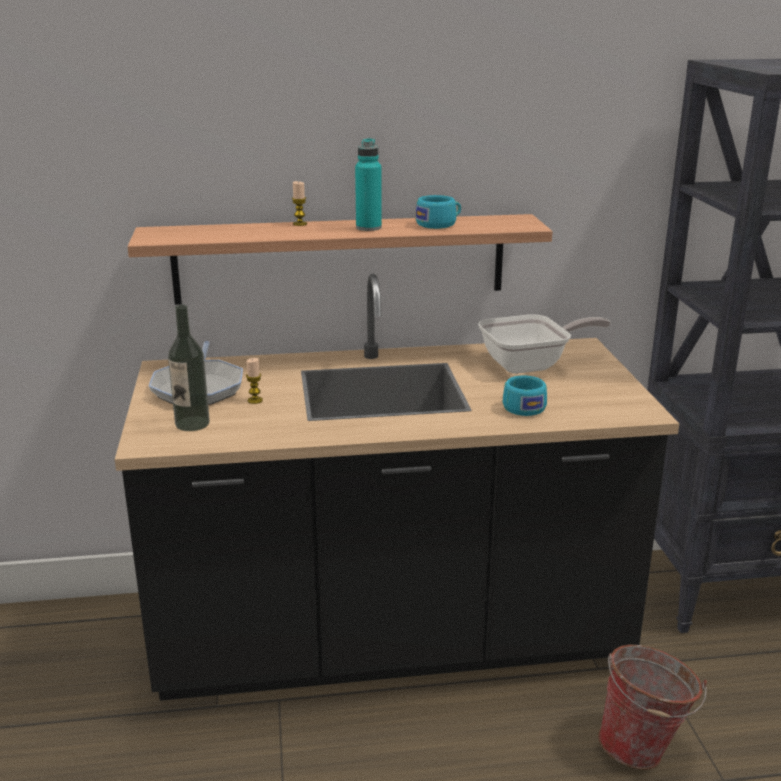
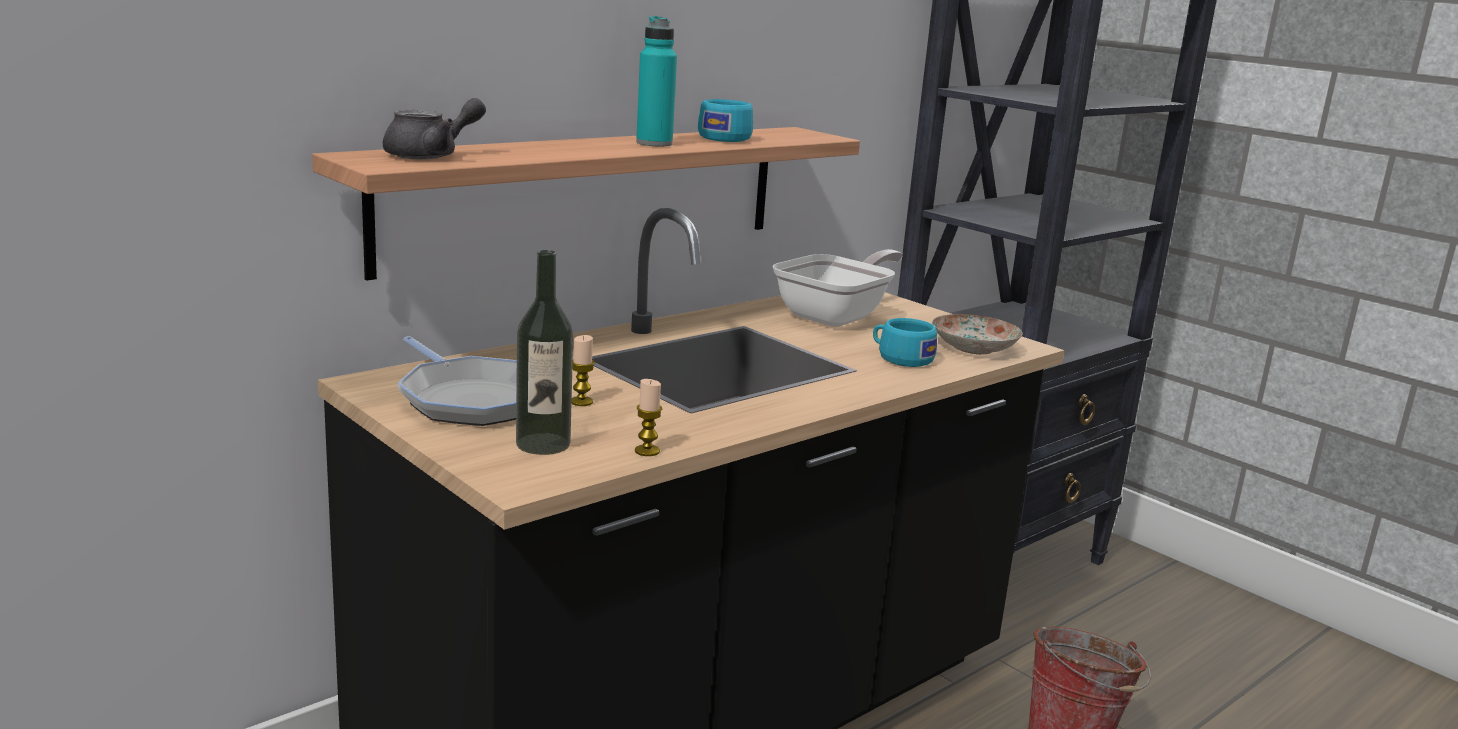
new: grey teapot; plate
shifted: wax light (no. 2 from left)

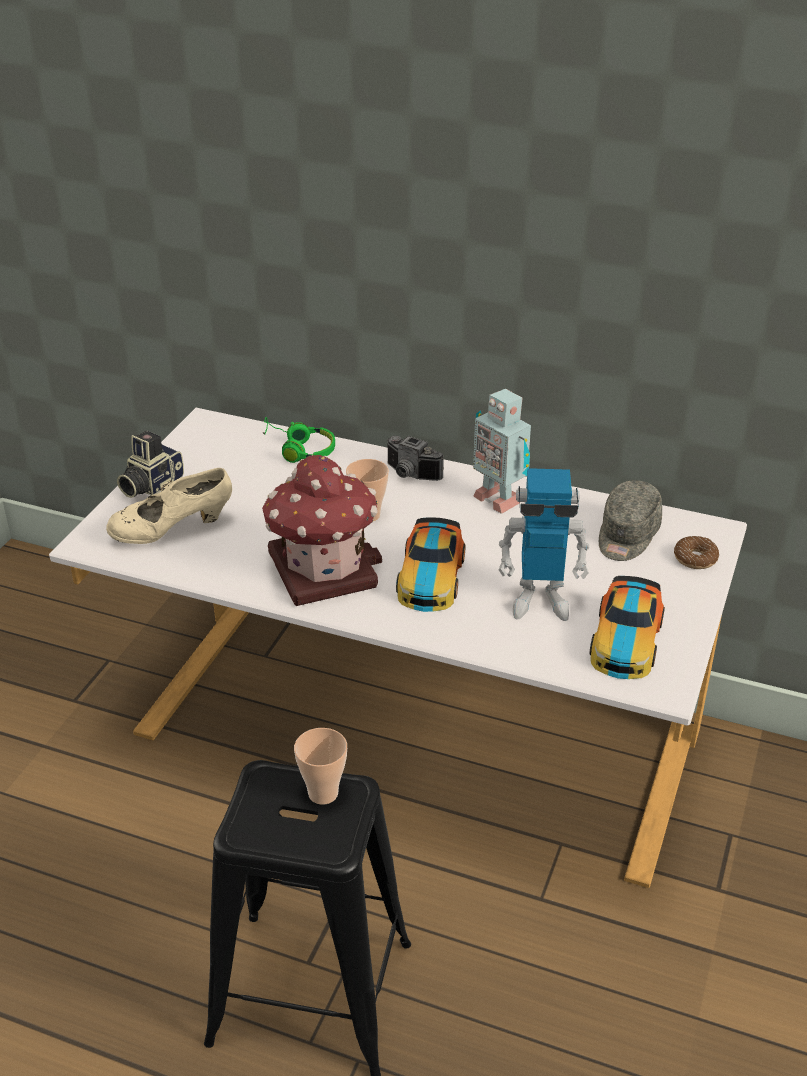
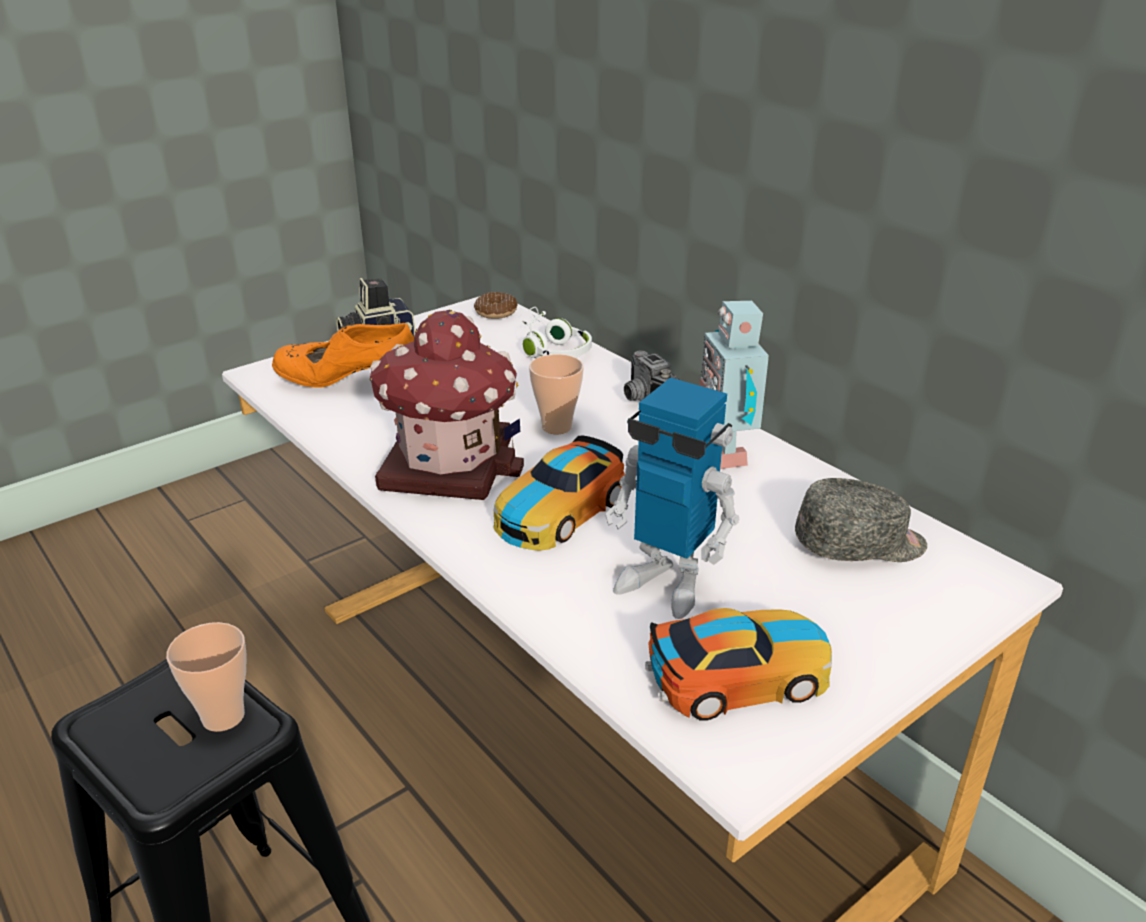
shifted: donut
repainted: beige-coloured item of footwear to orangey item of footwear; green headset to white headset
rotated: miniature car (no. 2 from left) 150 degrees counterclockwise; grey baseball cap 150 degrees counterclockwise

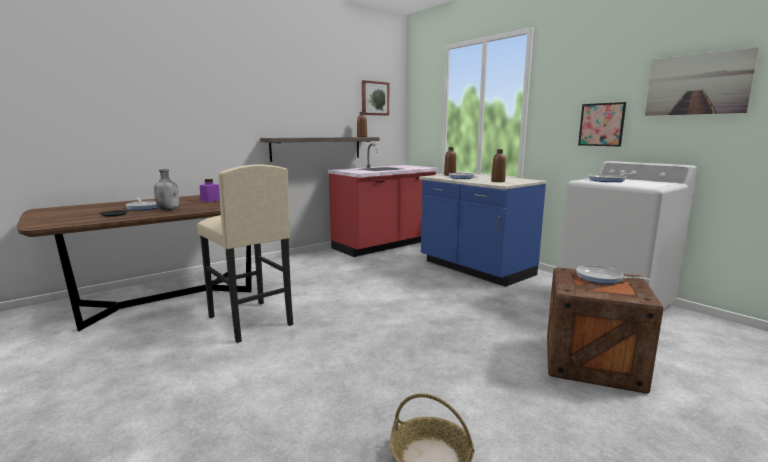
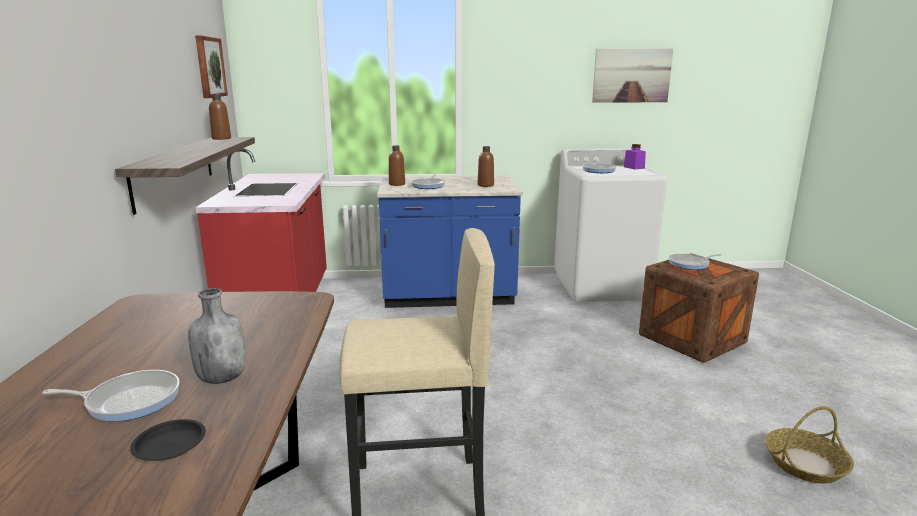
gone: wall art (no. 2 from left)
shifted: purple-coloured preserve jar

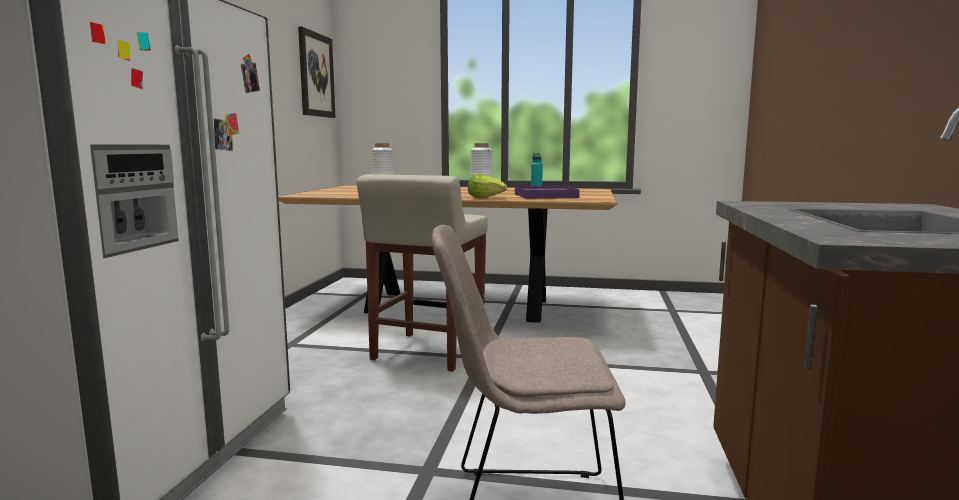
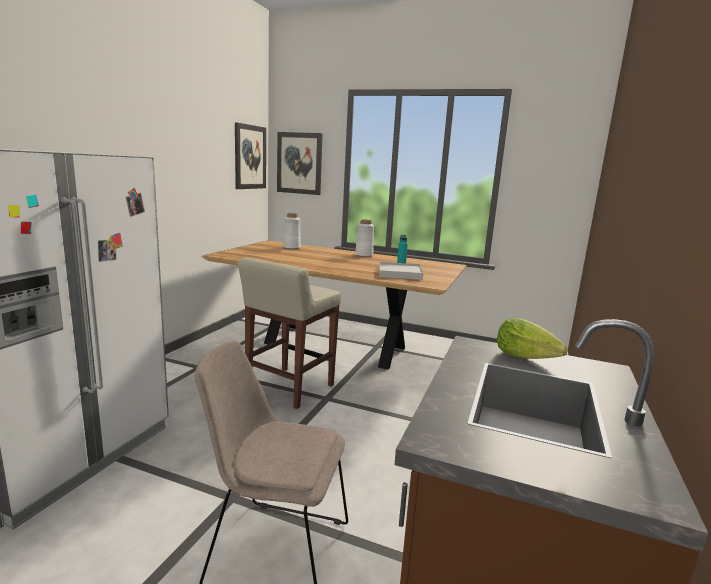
new: wall art (no. 2 from left)
shifted: lettuce head
repainted: purple-coloured carrying tray to white carrying tray

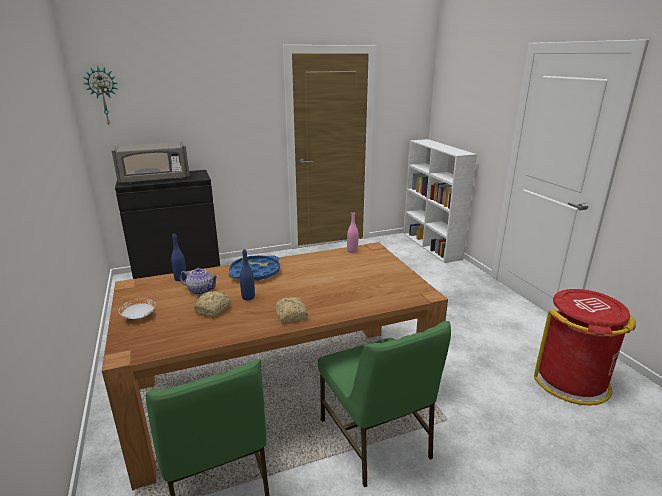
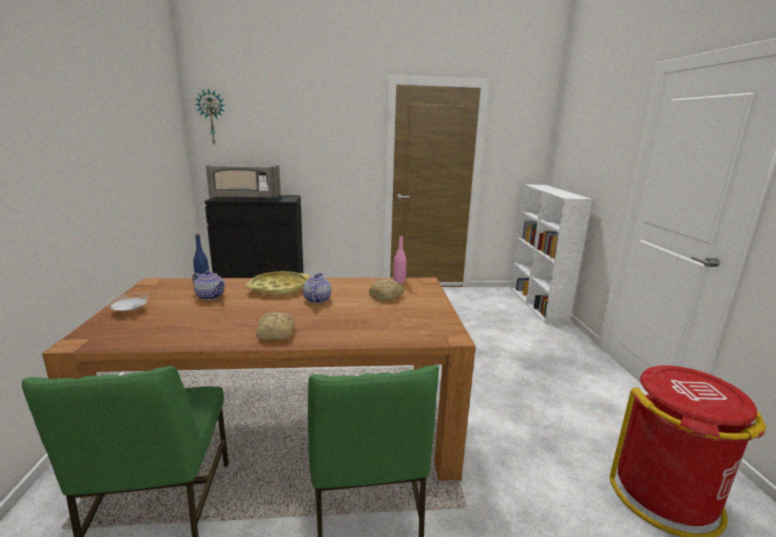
gone: bluish drink bottle (no. 2 from left)
new: teapot (no. 2 from left)
shifted: bread (no. 1 from left in the first image) to bread (no. 2 from left)
repainted: bluish carrying tray to yellow carrying tray

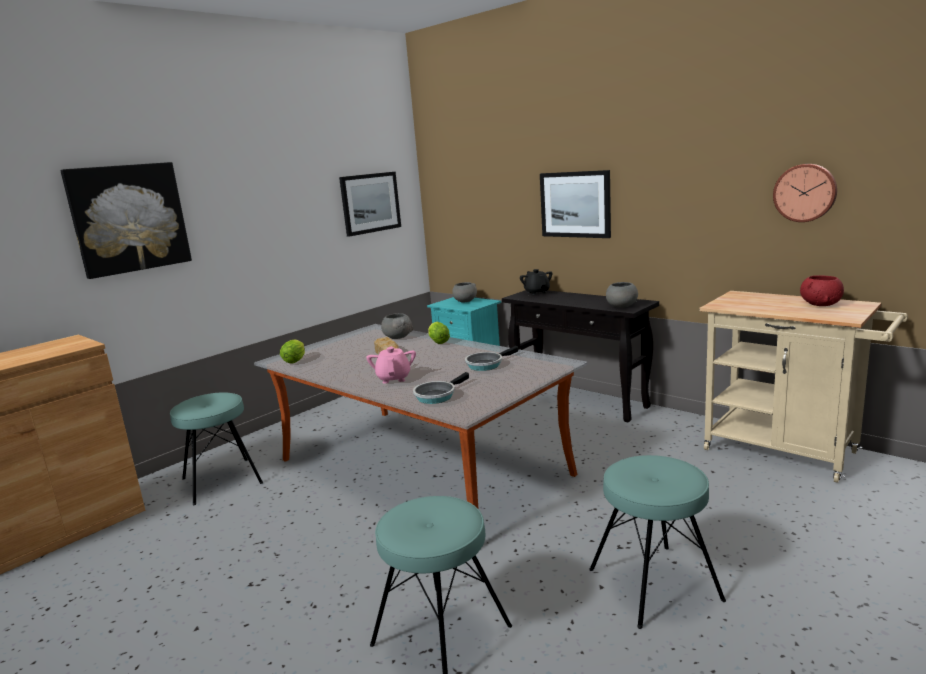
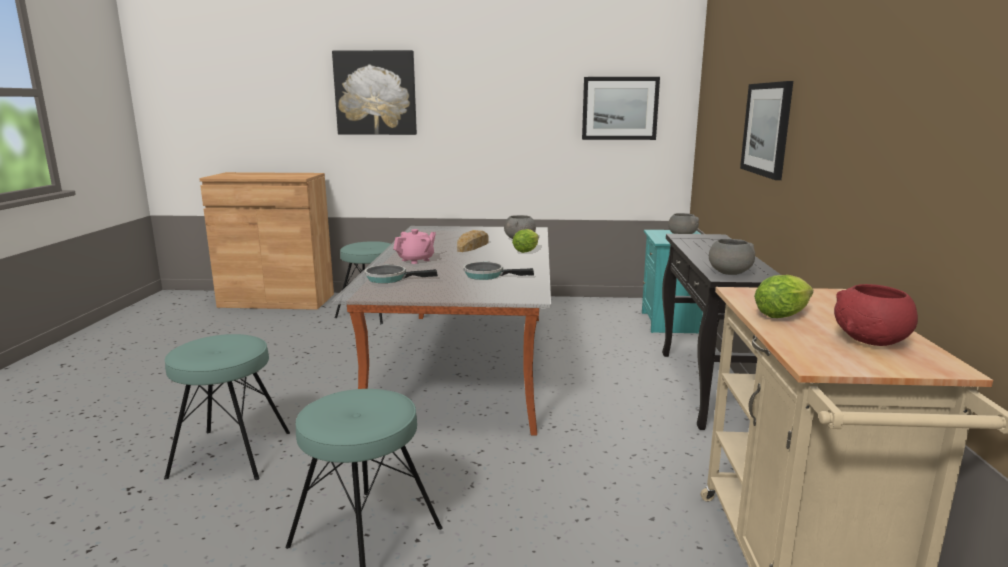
gone: black teapot; wall clock
shifted: lettuce head (no. 1 from left in the first image) to lettuce head (no. 2 from left)

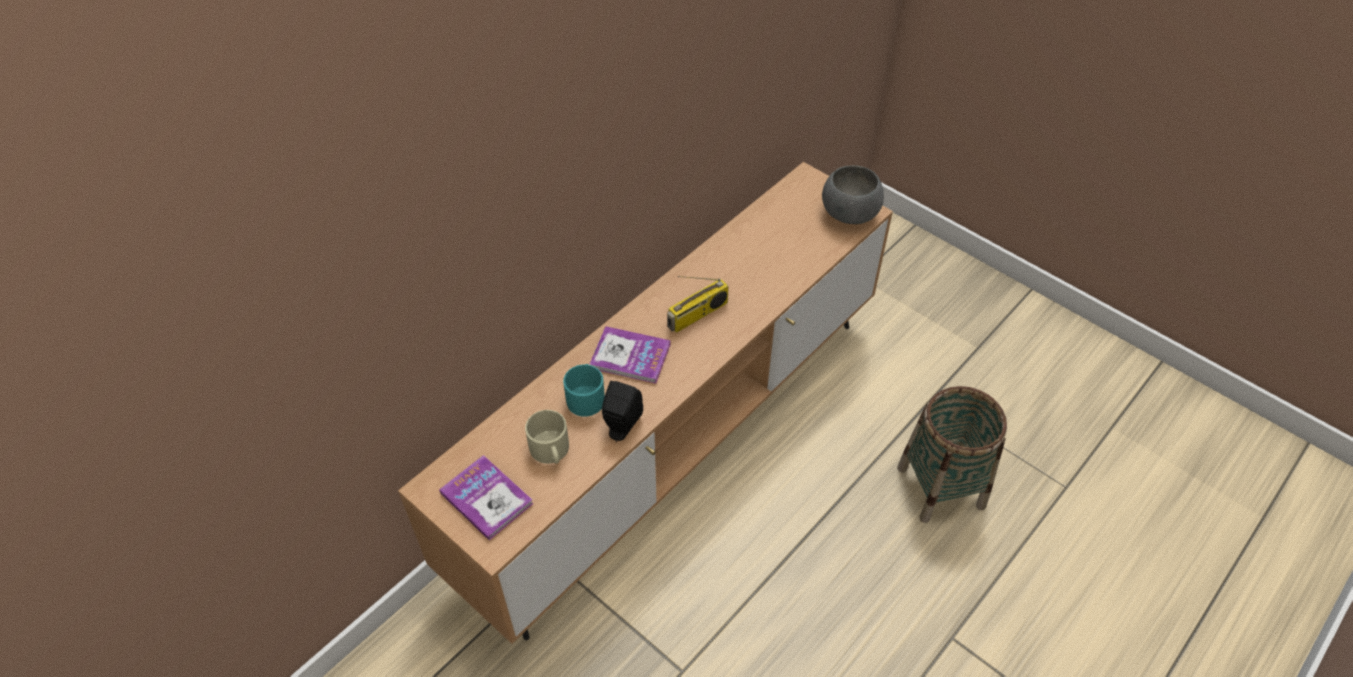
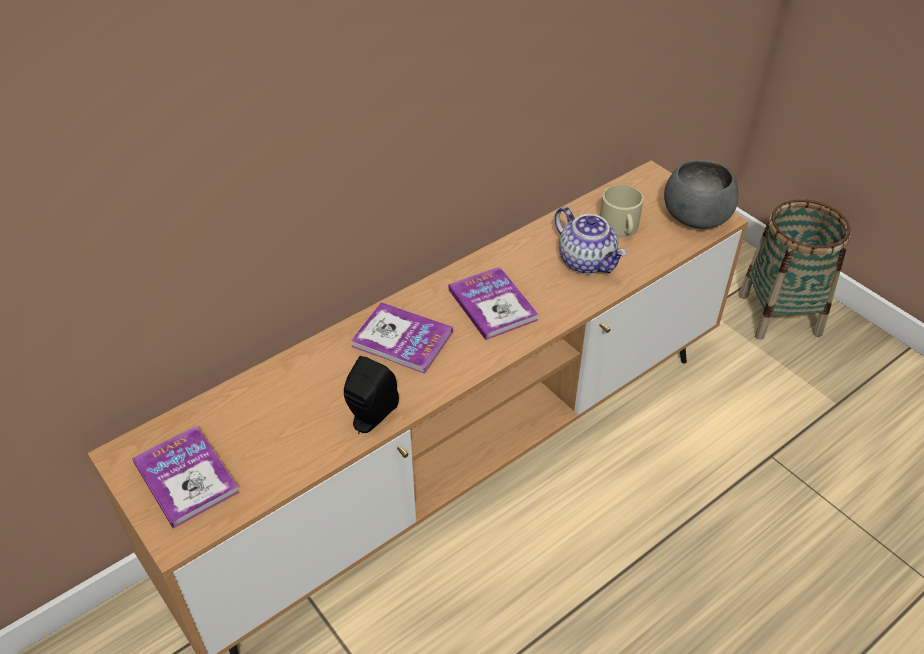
gone: blue-green tea mug
new: teapot
shifted: beige-coloured tea mug; storage basket
swapped: radio set to book (no. 3 from left)

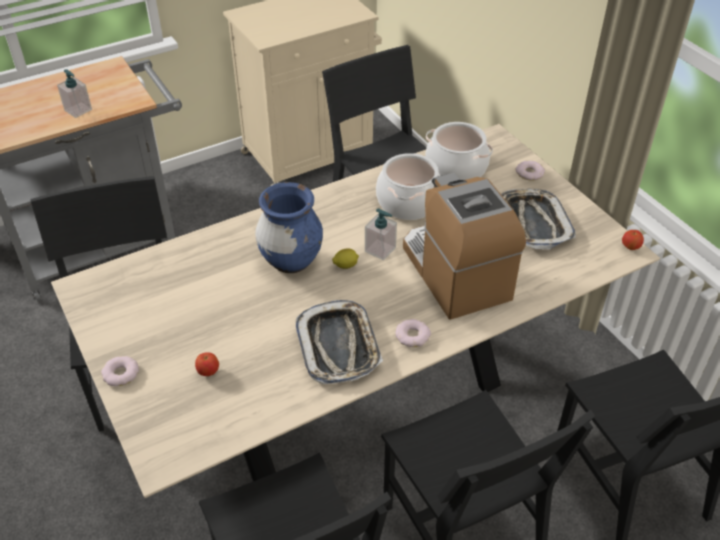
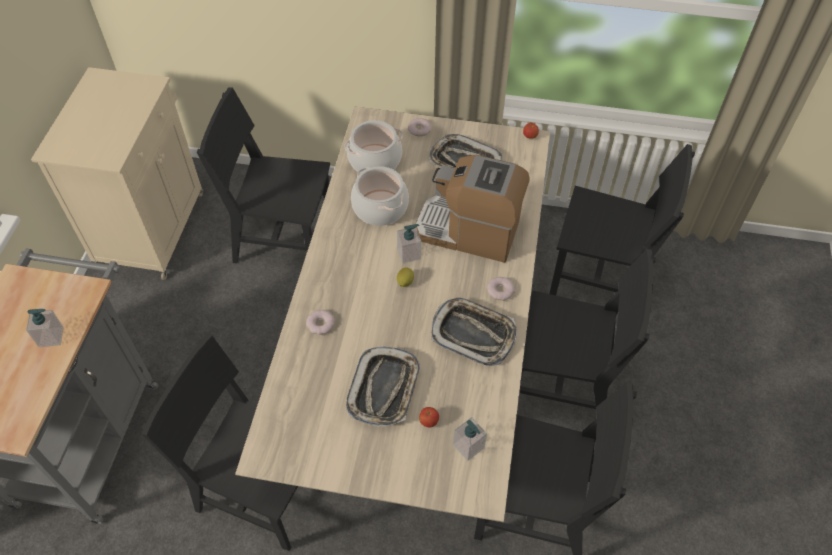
gone: bluish decorative vase
new: carrying tray (no. 1 from left); liquid soap bottle (no. 3 from left)
shifted: donut (no. 1 from left)

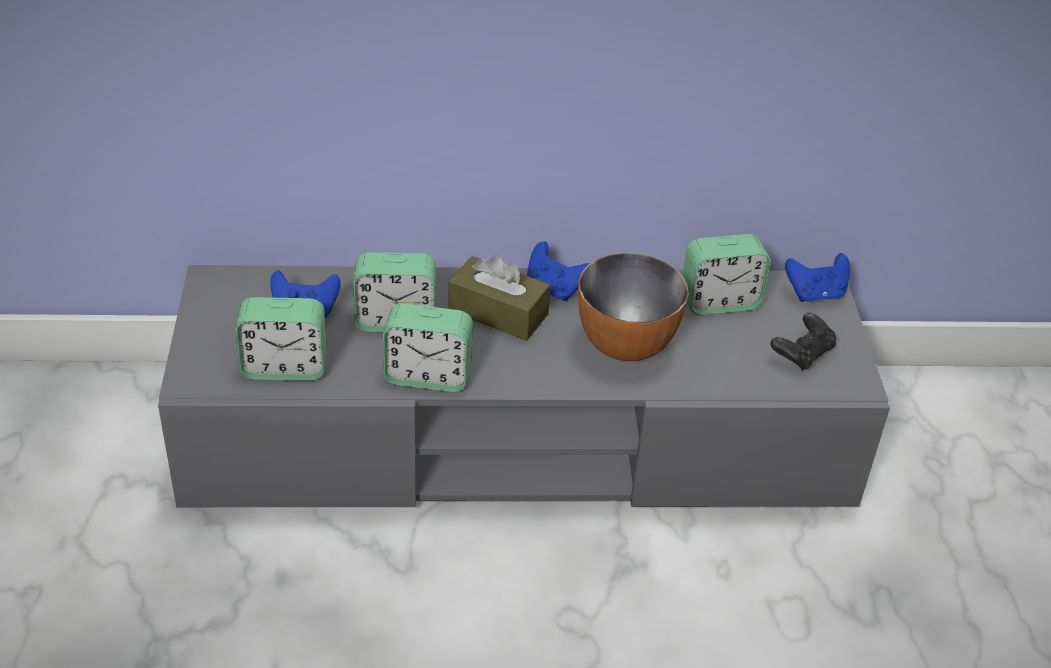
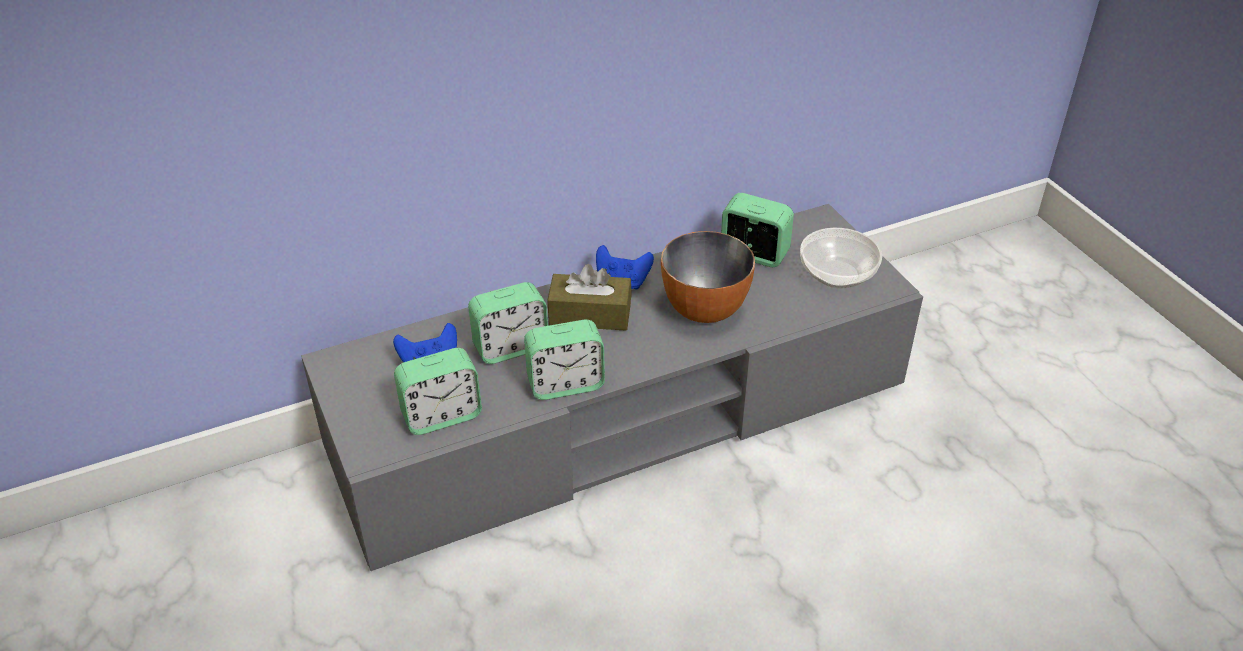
gone: bluish gamepad (no. 3 from left)
swapped: black gamepad to deep dish (no. 2 from left)
rotated: bedside clock (no. 4 from left) 120 degrees counterclockwise

